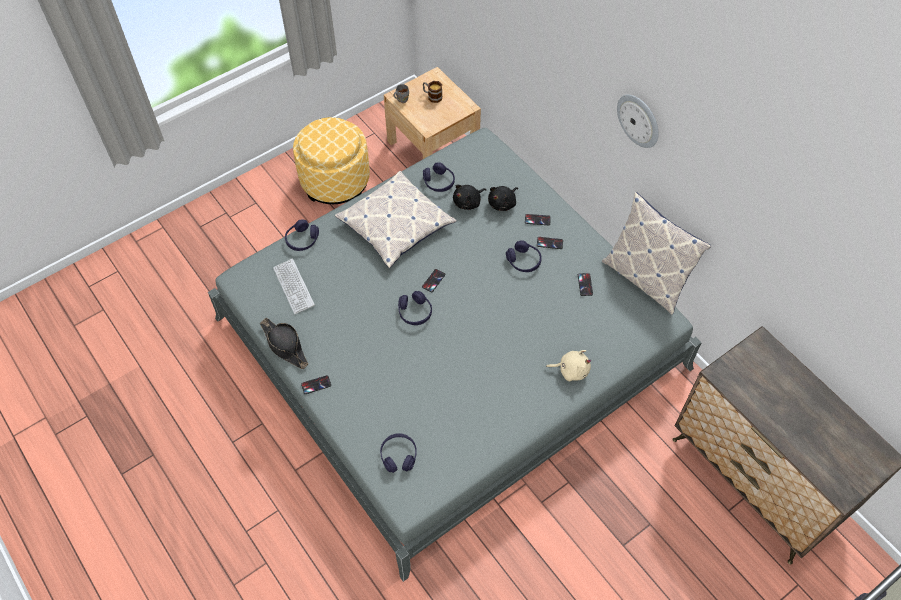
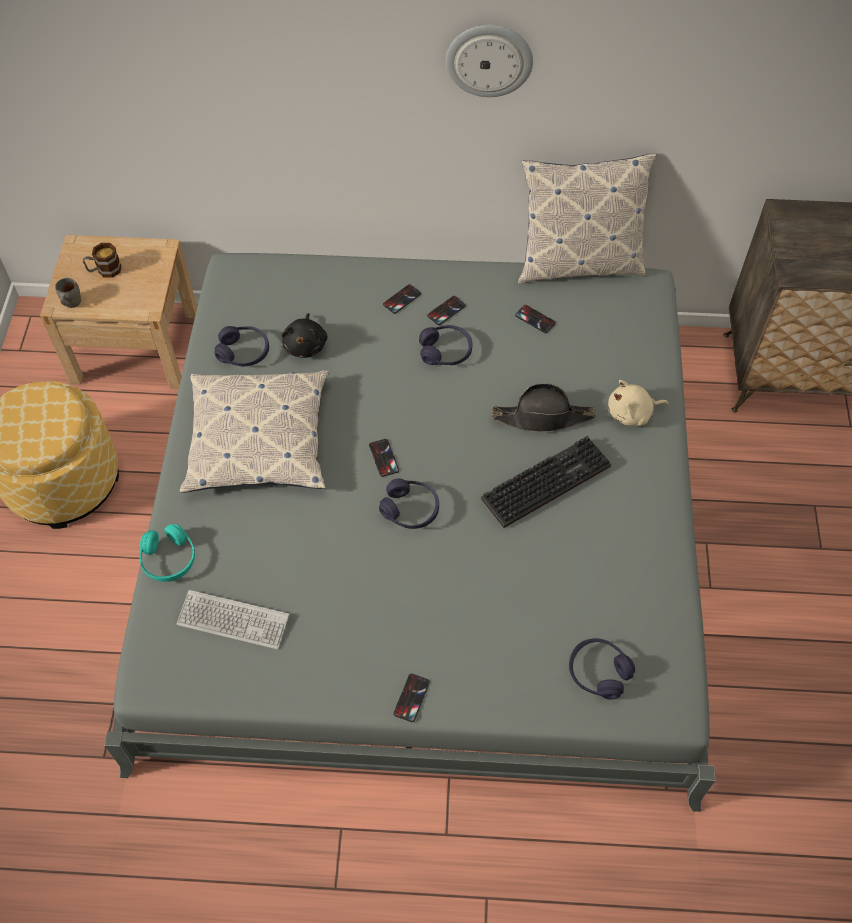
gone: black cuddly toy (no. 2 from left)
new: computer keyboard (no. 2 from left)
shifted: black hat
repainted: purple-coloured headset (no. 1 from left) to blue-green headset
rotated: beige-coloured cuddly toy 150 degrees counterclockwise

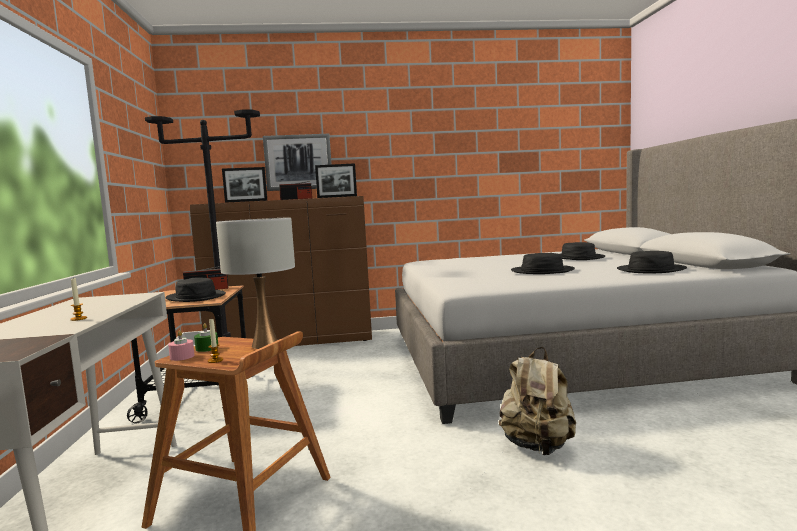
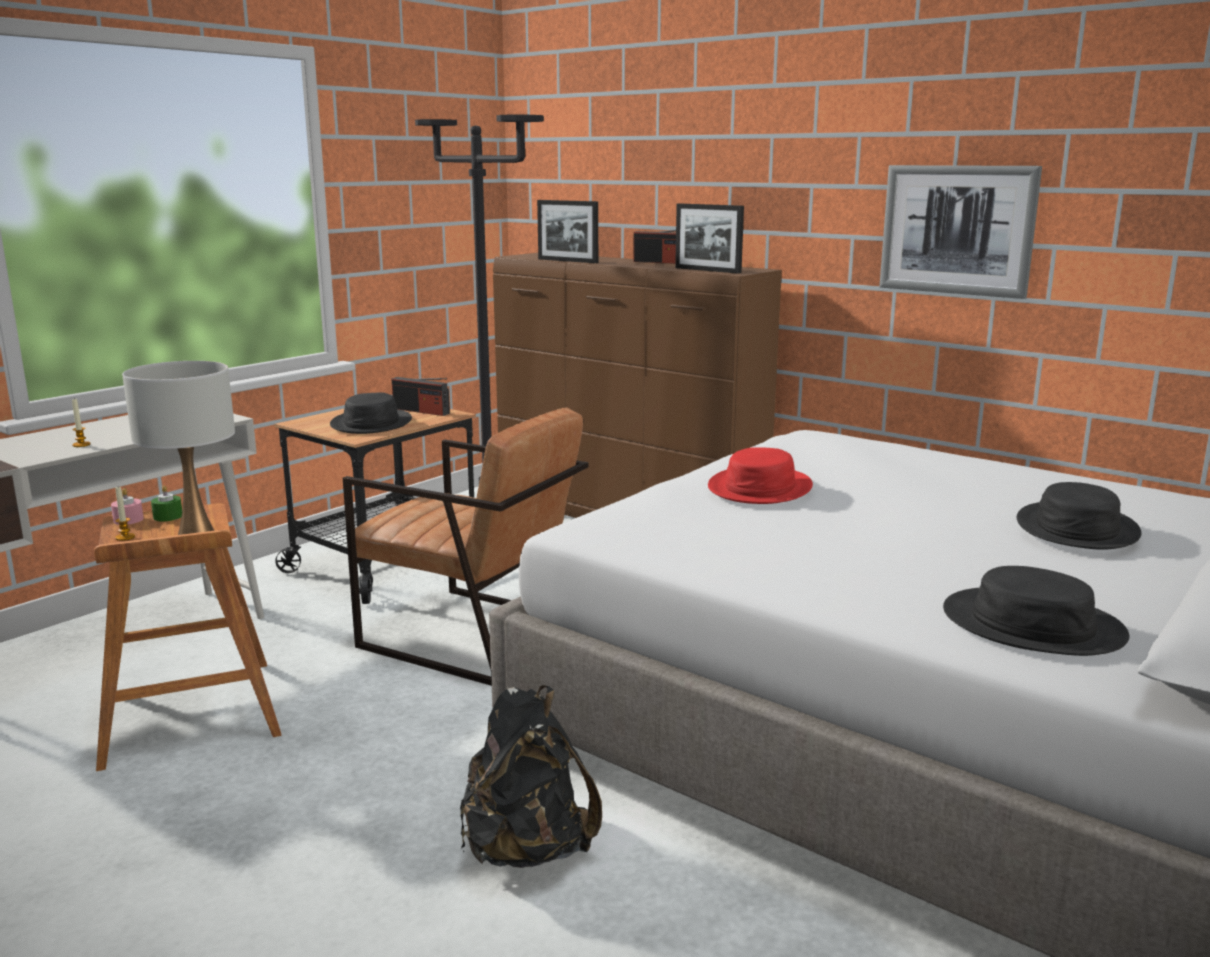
gone: black hat (no. 2 from left)
new: brownish armchair; red-coloured hat
shifted: wall art
repainted: beige-coloured rucksack to black rucksack

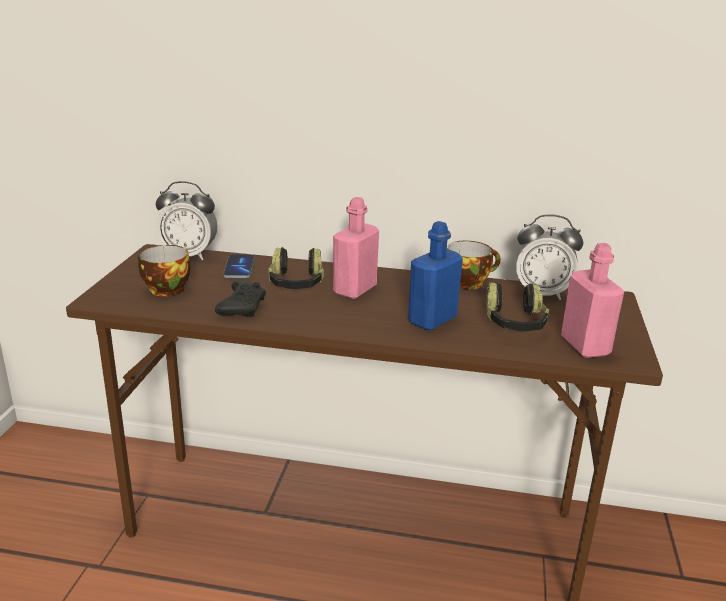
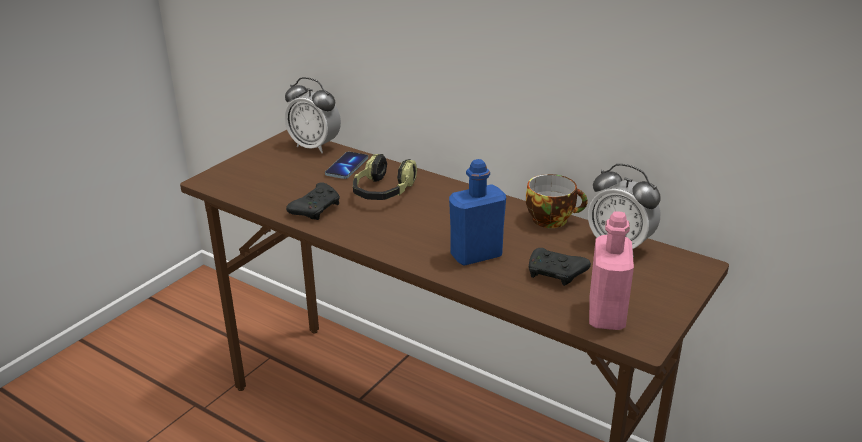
gone: drinking cup (no. 1 from left); pink drink bottle (no. 1 from left)
swapped: headset (no. 2 from left) to black gamepad (no. 2 from left)

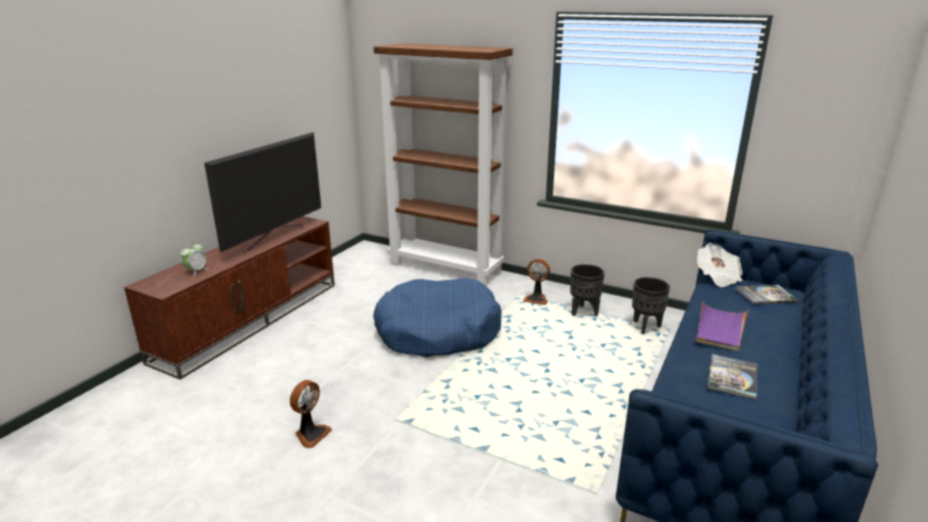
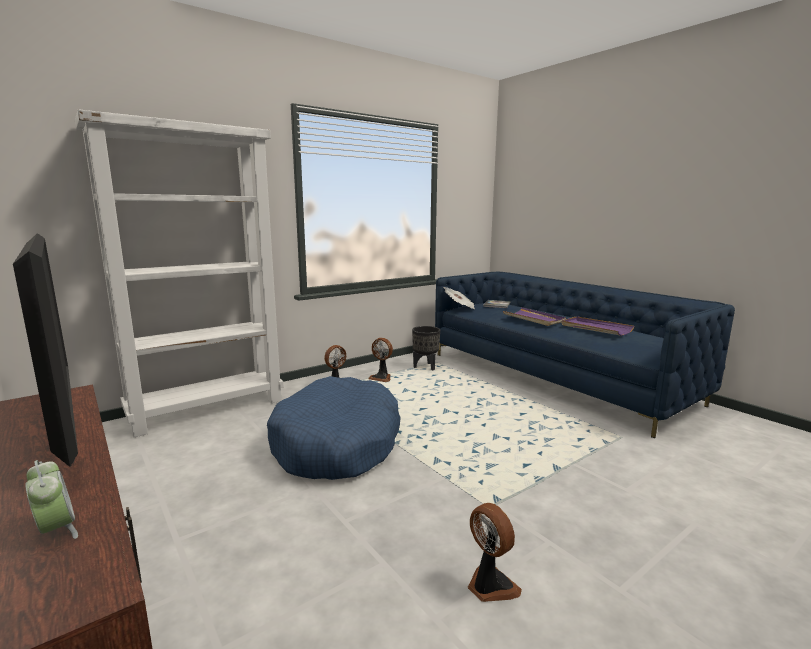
swapped: black flower pot (no. 1 from left) to electric fan (no. 2 from left); book (no. 1 from left) to purple-coloured carrying tray (no. 2 from left)
repainted: brownish bookcase to white bookcase

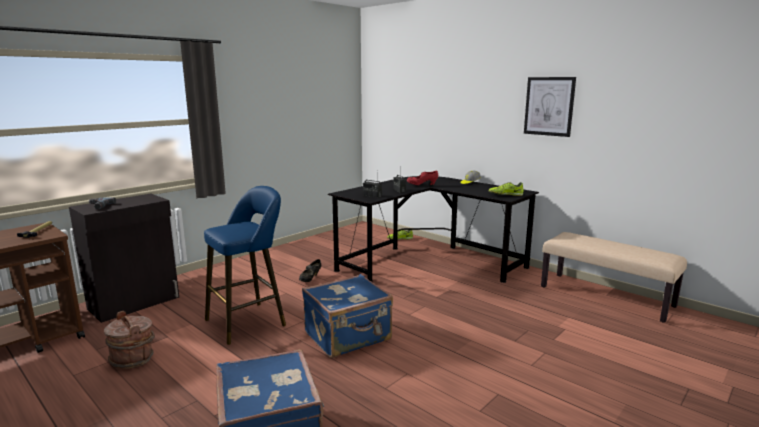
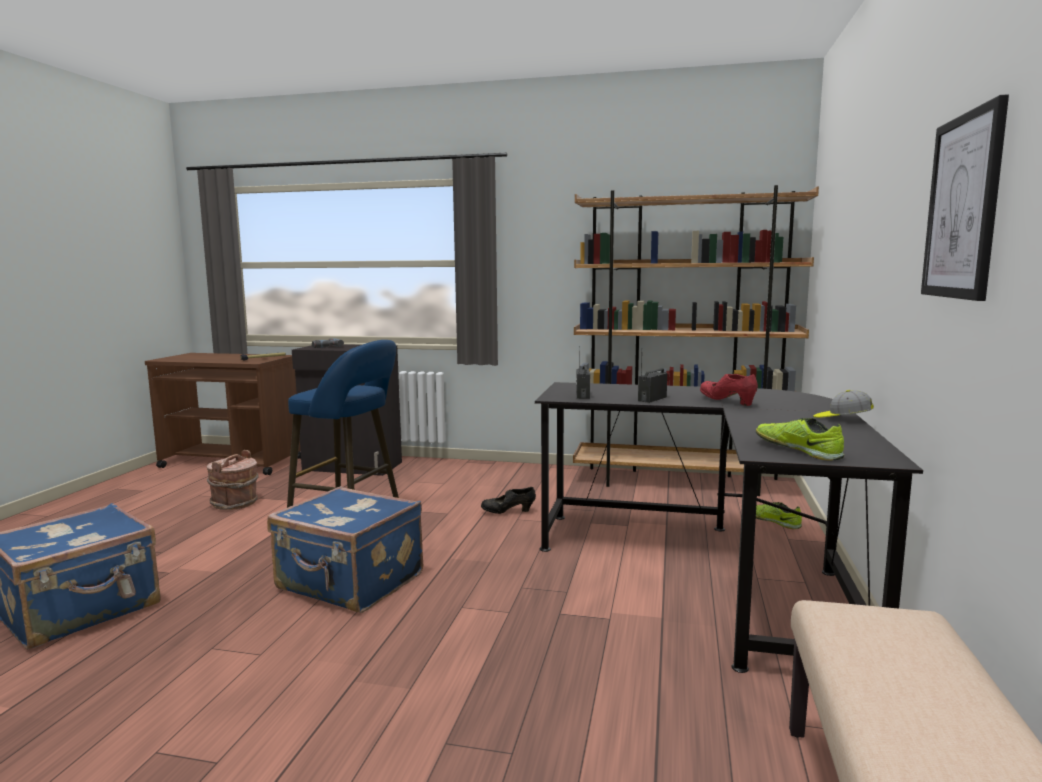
new: brownish bookcase

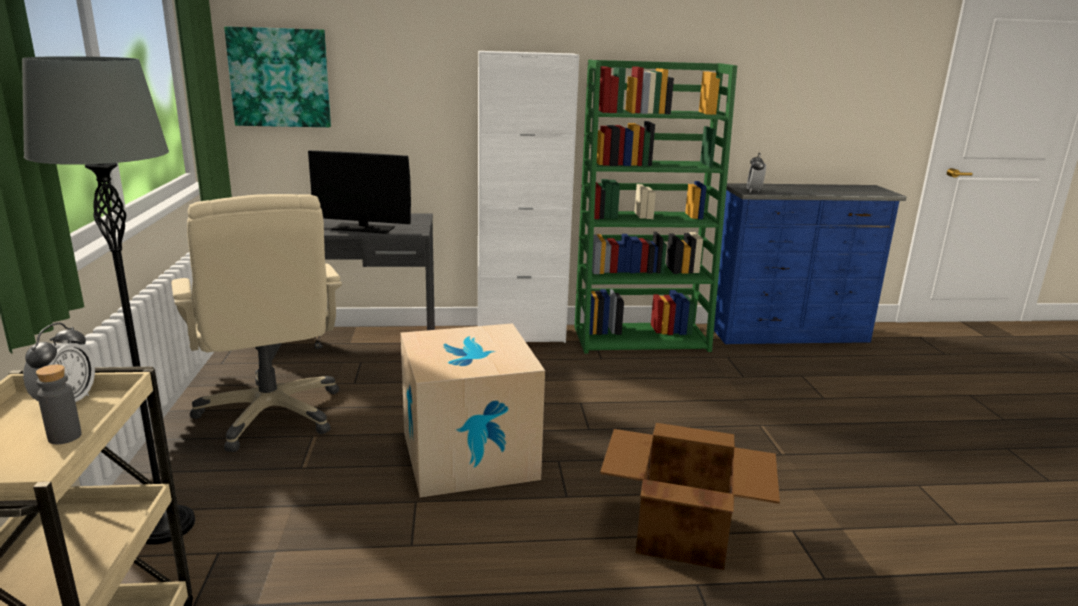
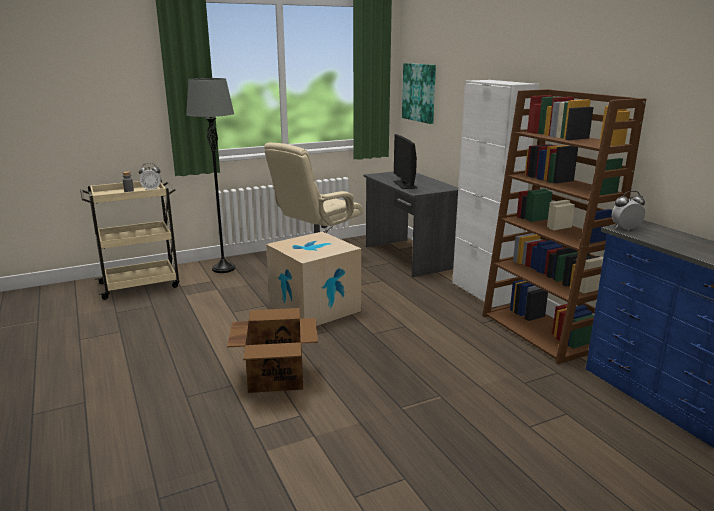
repainted: green bookcase to brownish bookcase

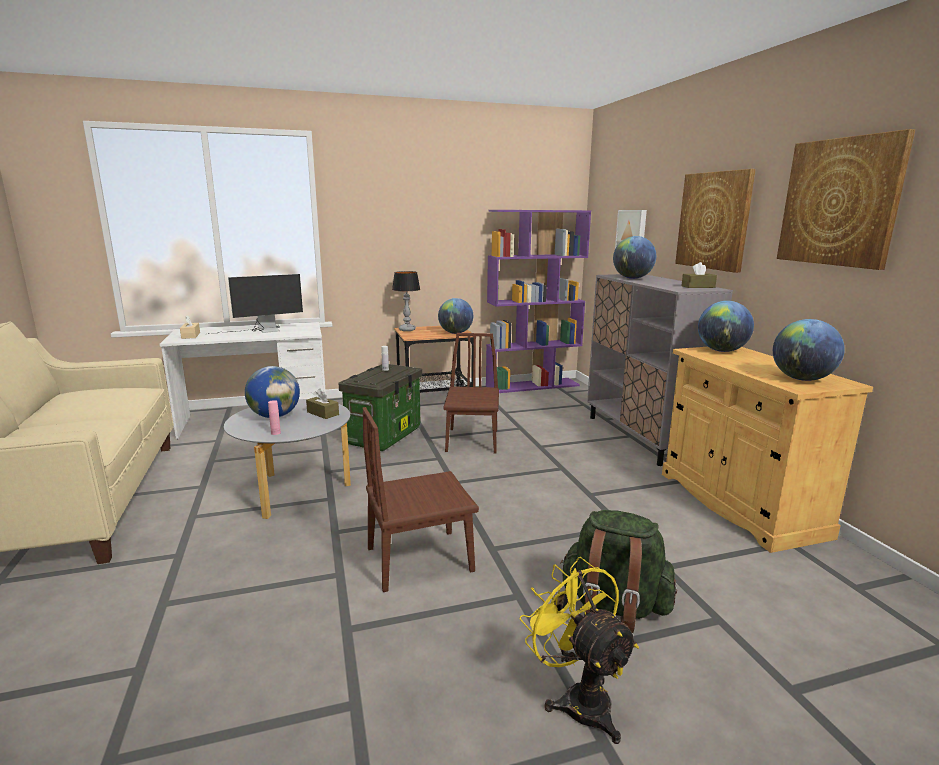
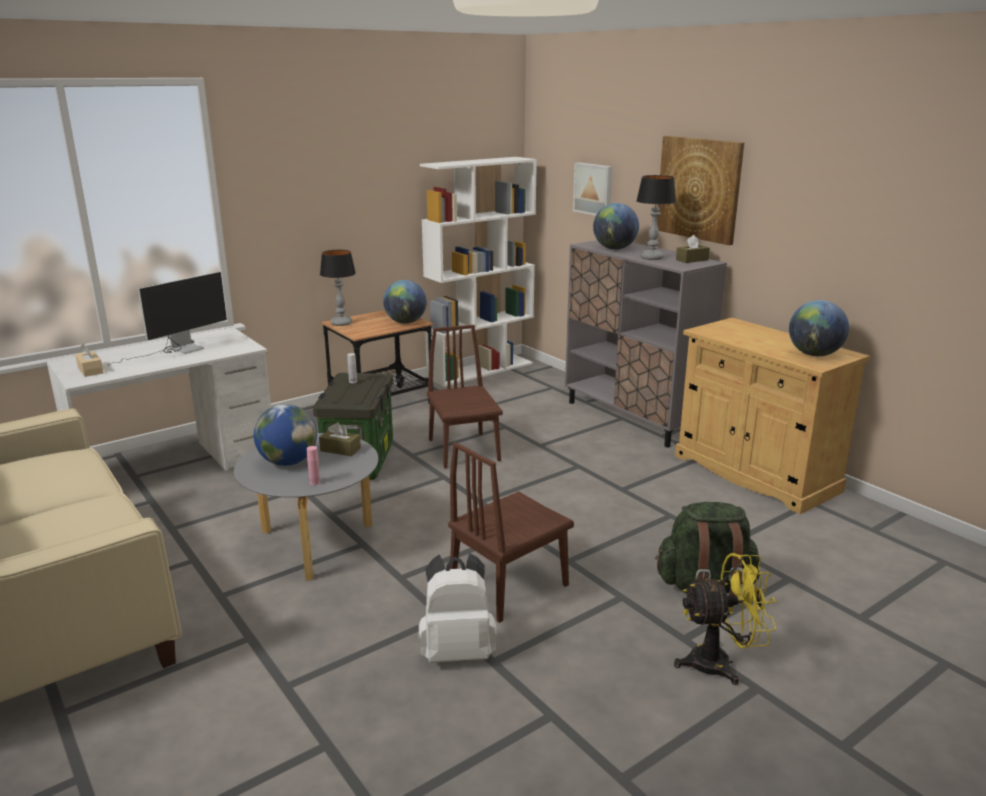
gone: world globe (no. 4 from left); wall art (no. 3 from left)
new: white rucksack; table lamp (no. 2 from left)
repainted: purple-coloured bookcase to white bookcase
rotated: yellow electric fan 135 degrees clockwise

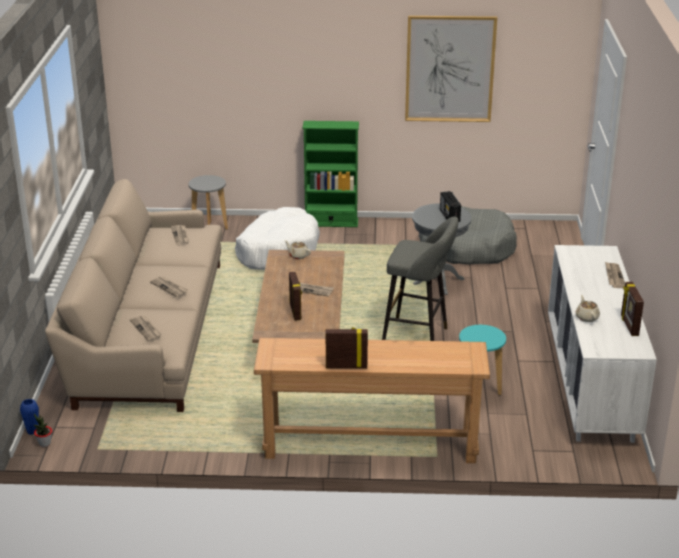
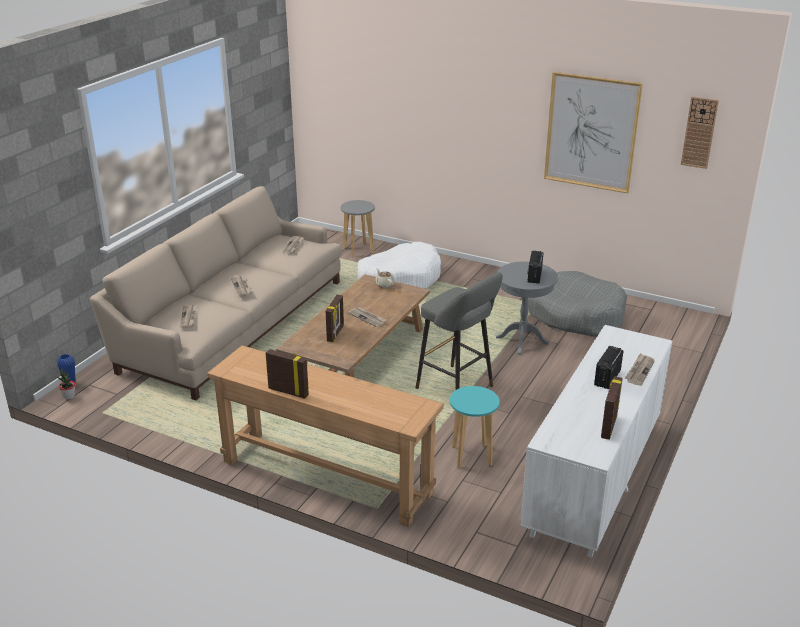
gone: green bookcase; beige-coloured teapot (no. 2 from left)
new: radio set (no. 2 from left); wall clock

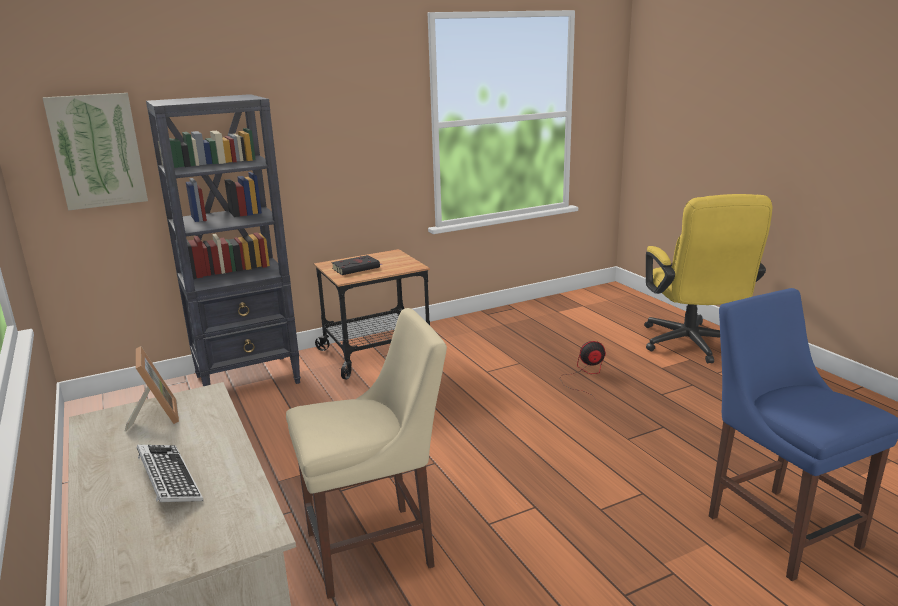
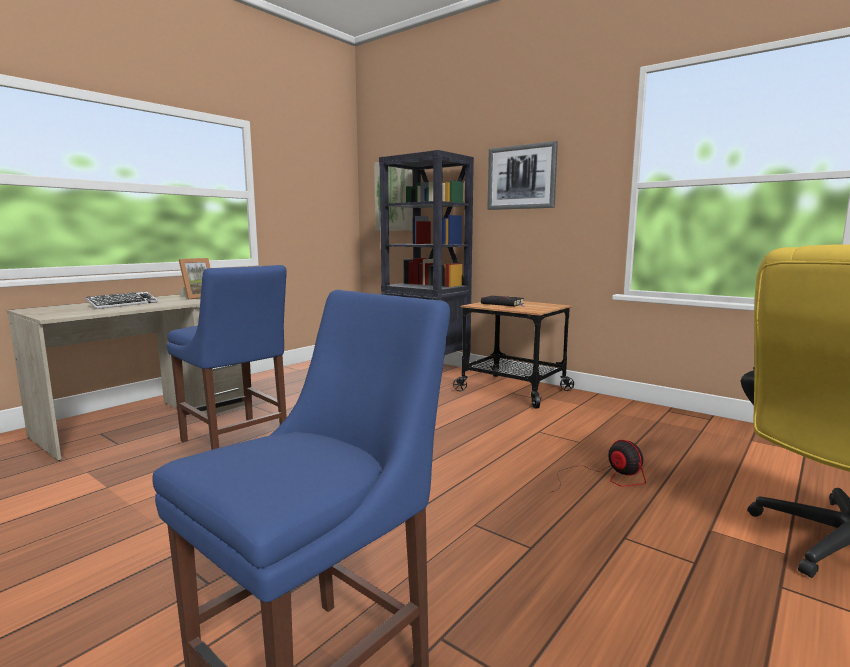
new: wall art (no. 2 from left)
repainted: beige-coloured plain chair to bluish plain chair (no. 1 from left)

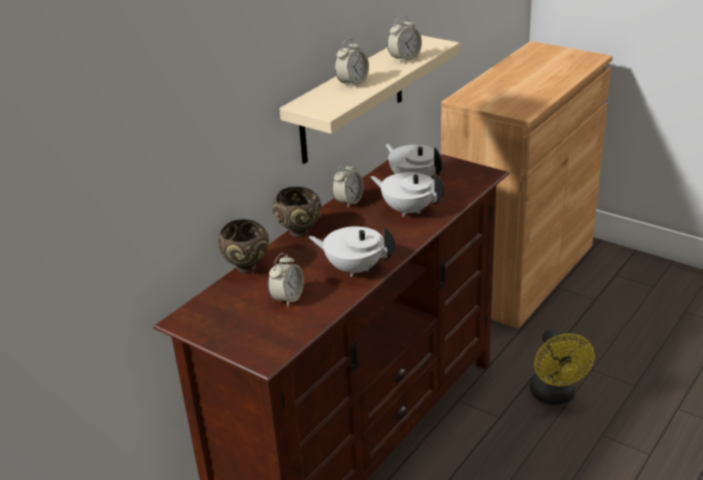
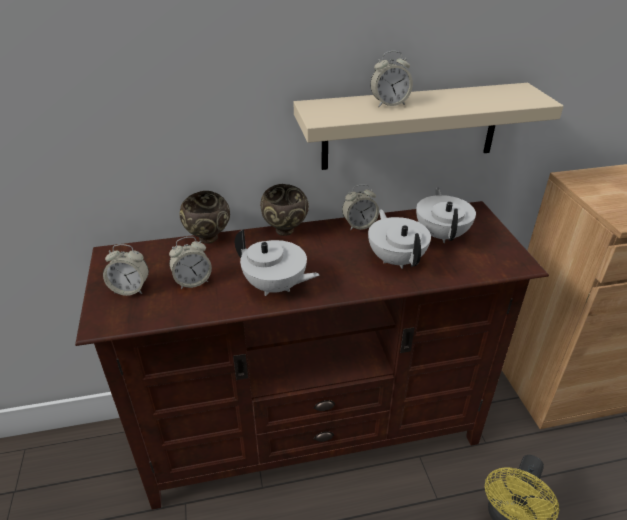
shifted: bedside clock (no. 4 from left in the first image) to bedside clock (no. 1 from left)
rotated: white teapot (no. 1 from left) 150 degrees clockwise

